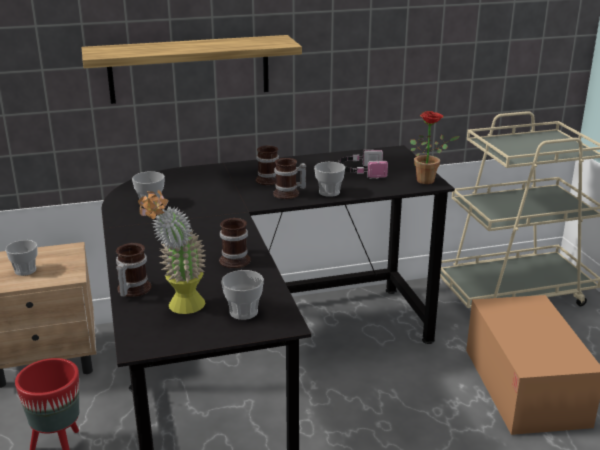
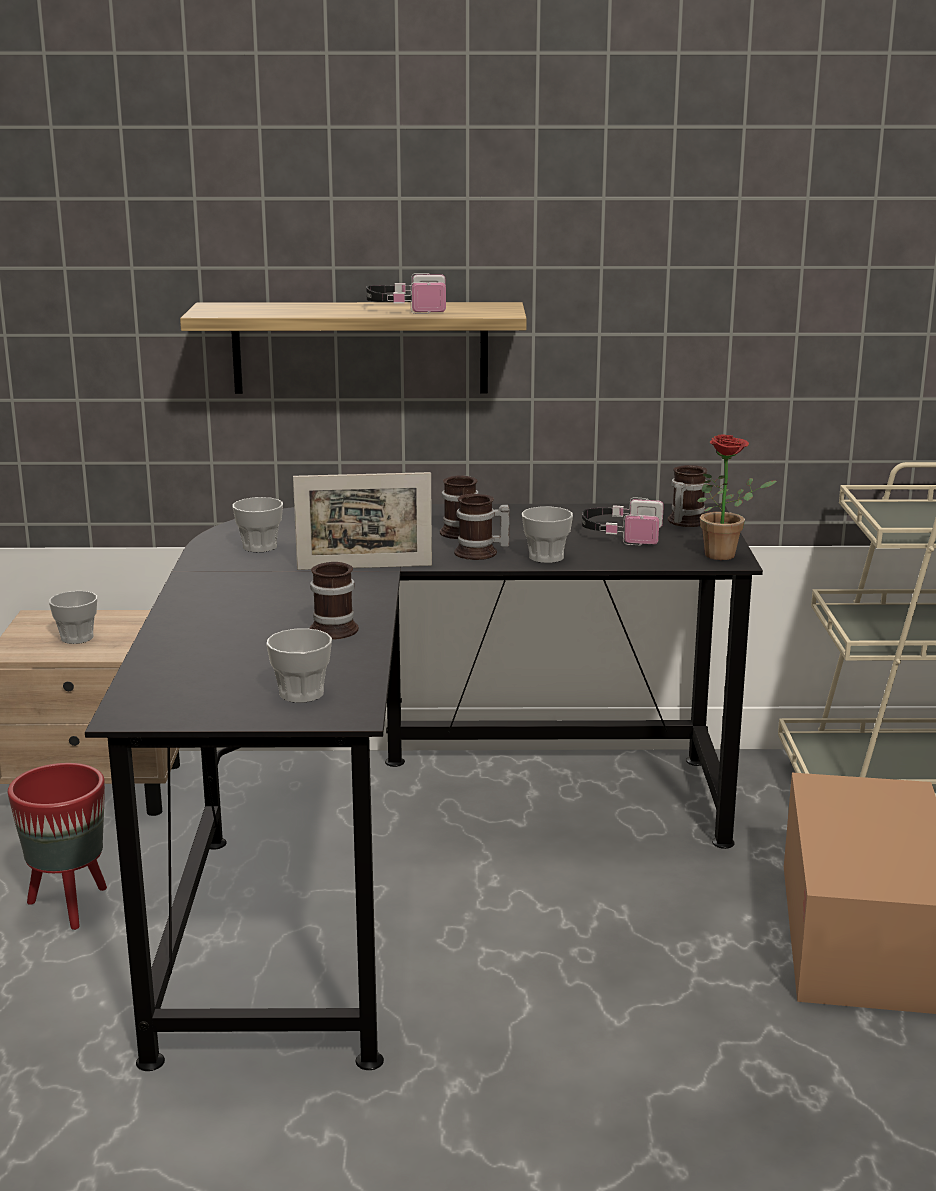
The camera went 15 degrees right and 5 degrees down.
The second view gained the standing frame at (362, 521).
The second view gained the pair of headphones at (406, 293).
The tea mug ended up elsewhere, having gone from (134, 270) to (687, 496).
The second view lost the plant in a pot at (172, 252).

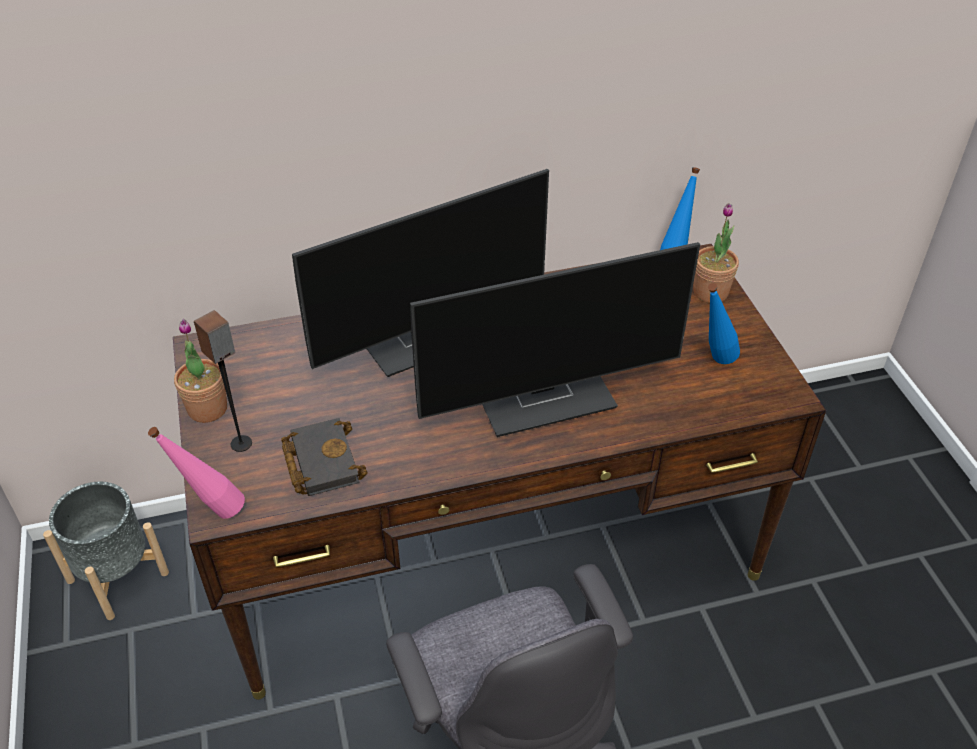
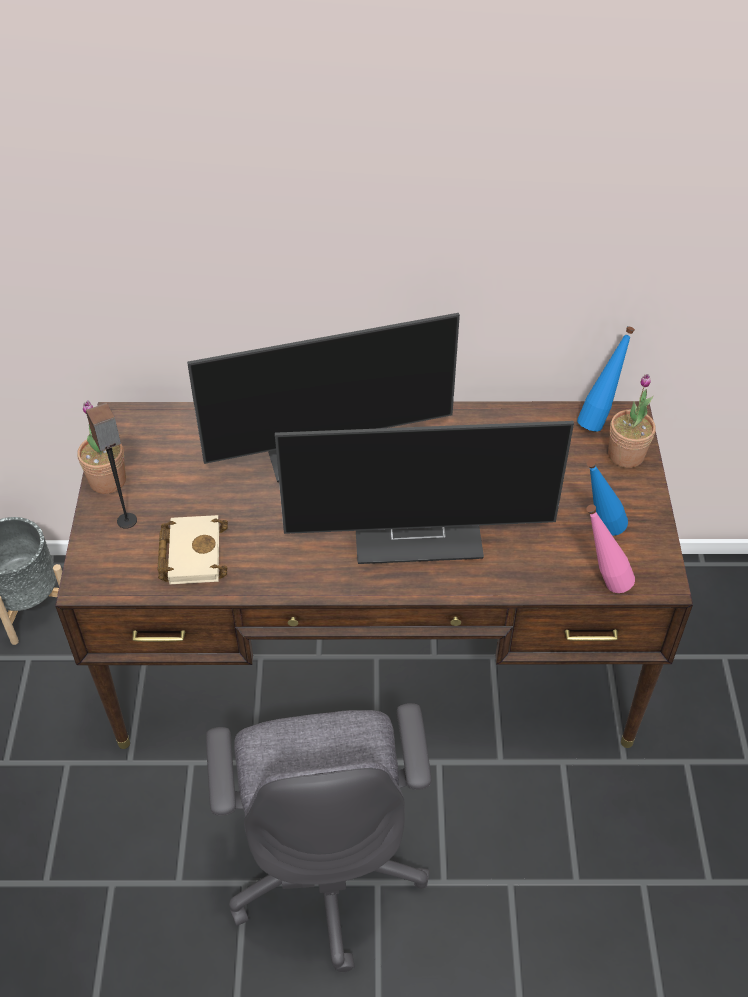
The camera went 15 degrees right and 5 degrees up.
What was the black book at (324, 457) turned into the beige book at (193, 549).
The pinkish drink bottle ended up elsewhere, having gone from (196, 473) to (610, 548).

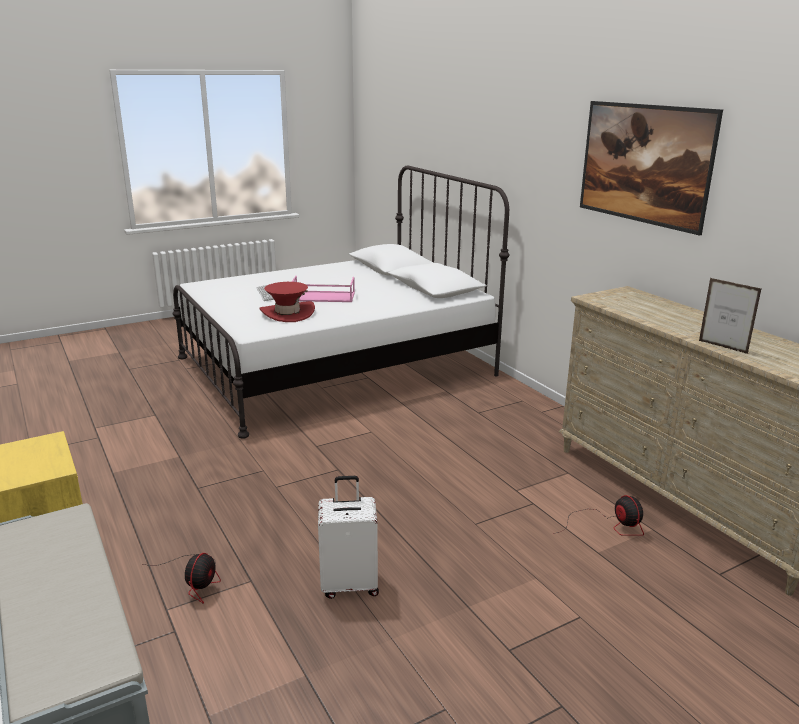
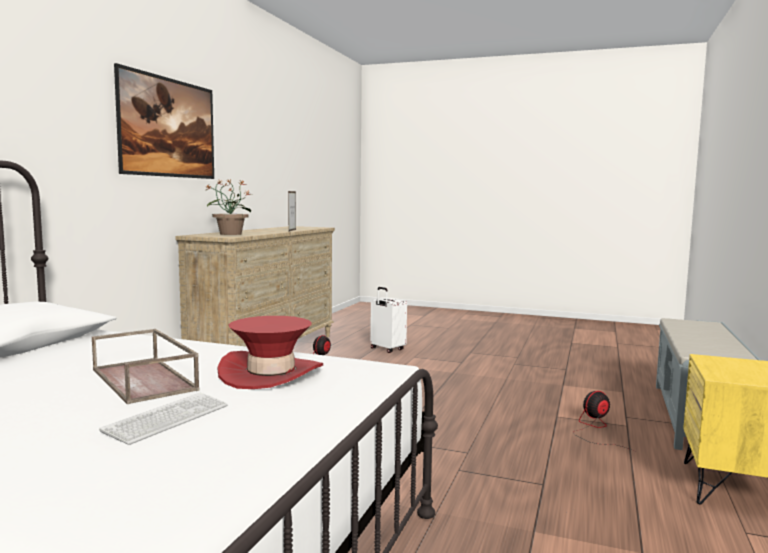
The camera went 130 degrees left and 15 degrees down.
What was the pinkish serving tray at (323, 289) turned into the brown-coloured serving tray at (146, 366).
The second view gained the plant in a pot at (228, 207).
The whitish suitcase ended up elsewhere, having gone from (348, 537) to (388, 320).

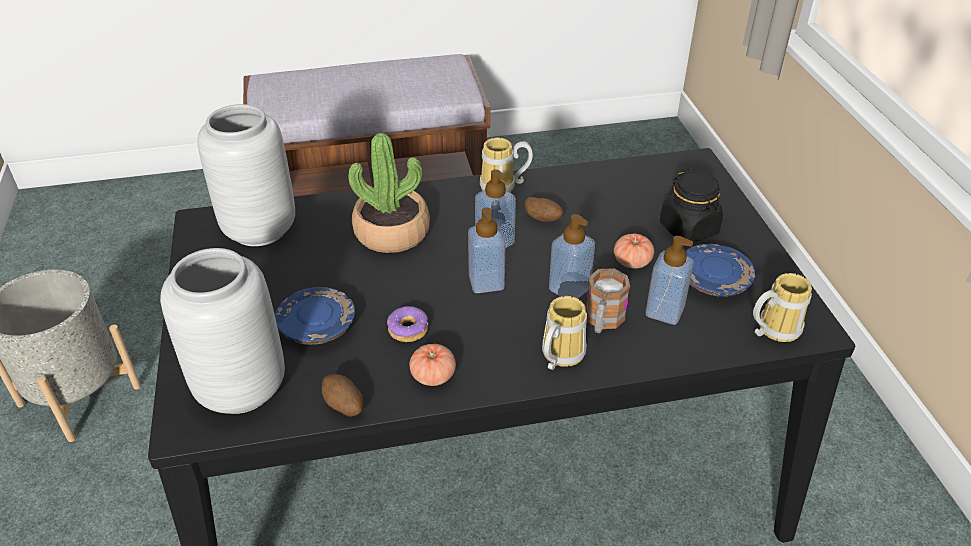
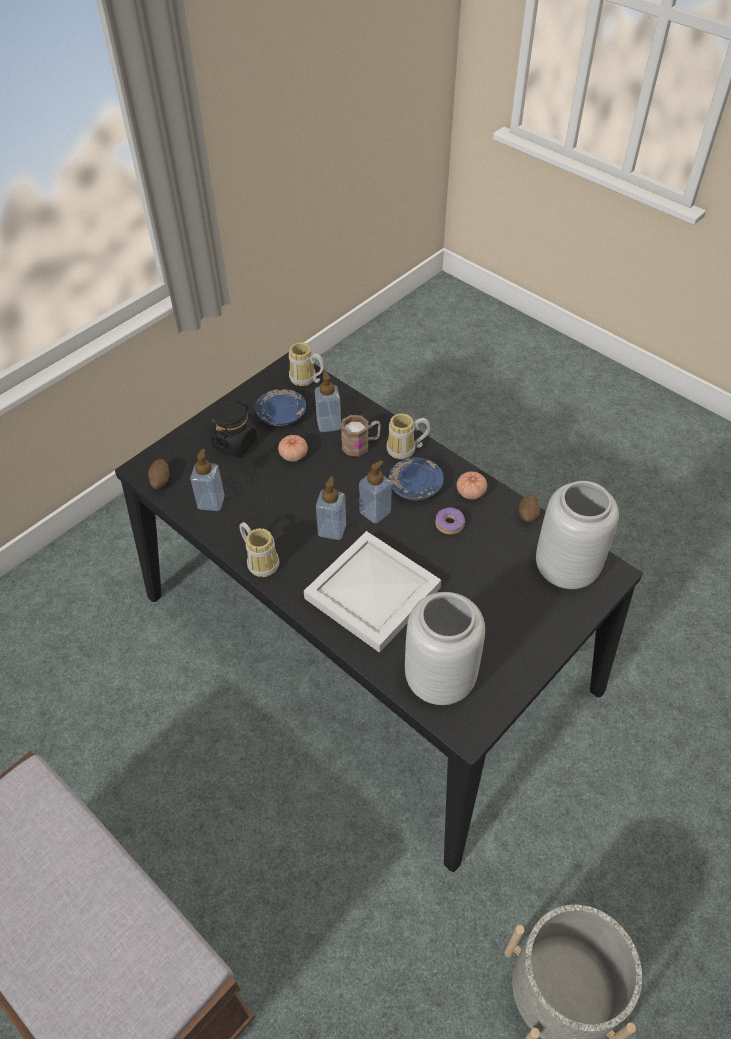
The camera went 125 degrees left and 10 degrees up.
The whole potato ended up elsewhere, having gone from (543, 209) to (158, 474).
The soap dispenser ended up elsewhere, having gone from (572, 256) to (207, 480).
Where the plant in a pot stood at (389, 193), the whitish serving tray came to stand at (372, 592).
The bluish plate ended up elsewhere, having gone from (315, 316) to (416, 478).

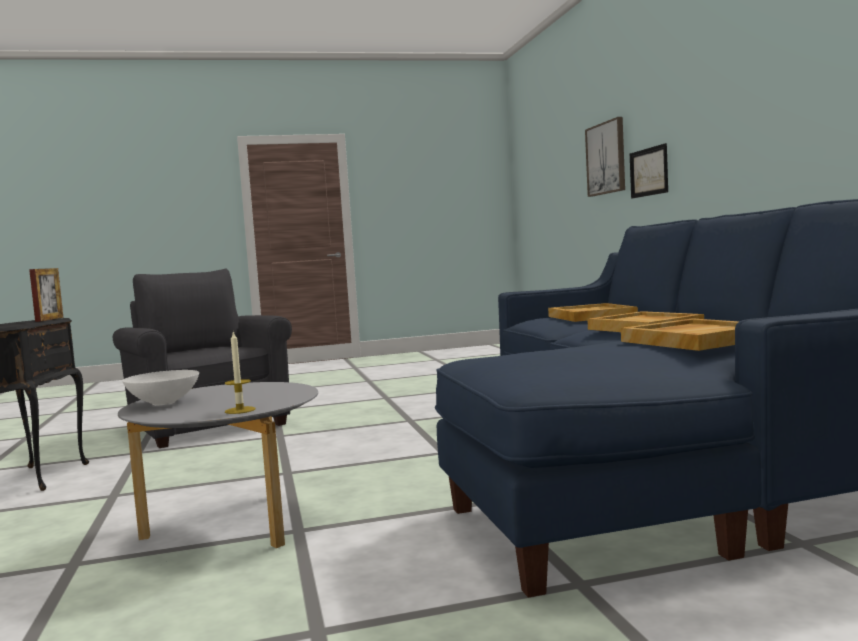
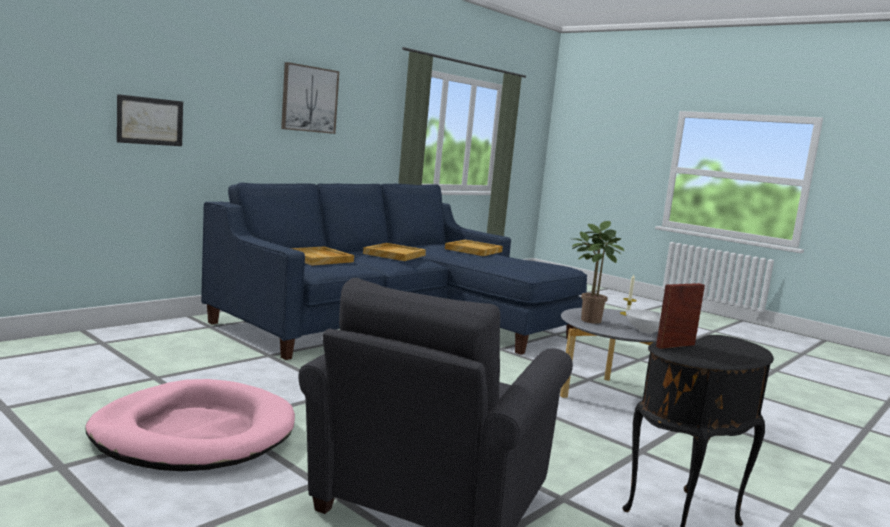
The camera went 125 degrees left and 5 degrees up.
The second view gained the pinkish pet bed at (190, 425).
The wall art ended up elsewhere, having gone from (605, 157) to (310, 98).
The second view gained the plant in a pot at (598, 272).

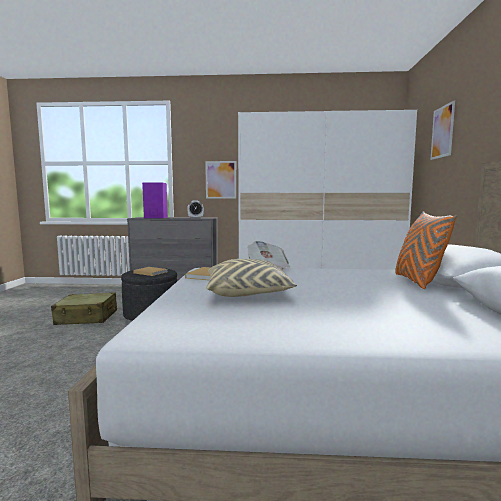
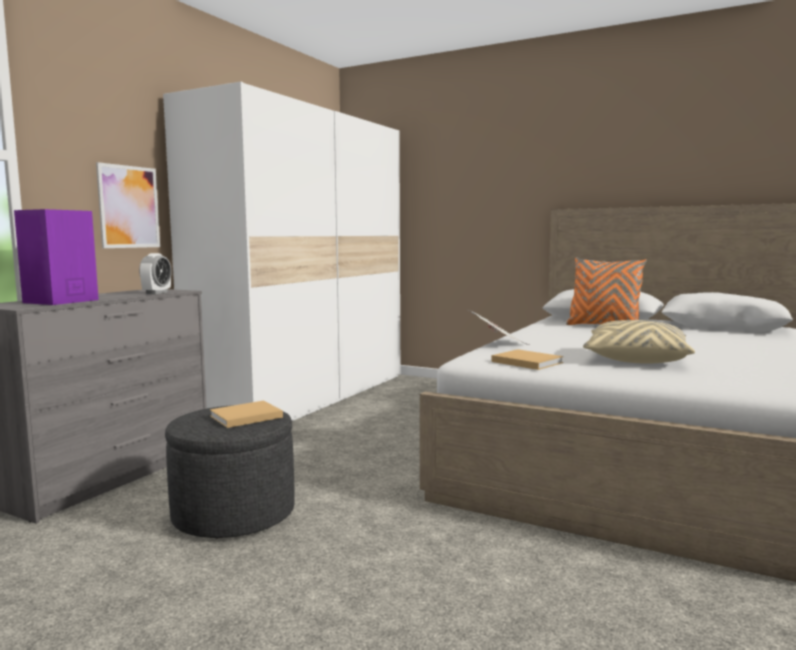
The camera went 65 degrees left and 0 degrees up.
The second view lost the beige suitcase at (84, 308).
The second view lost the wall art at (442, 130).

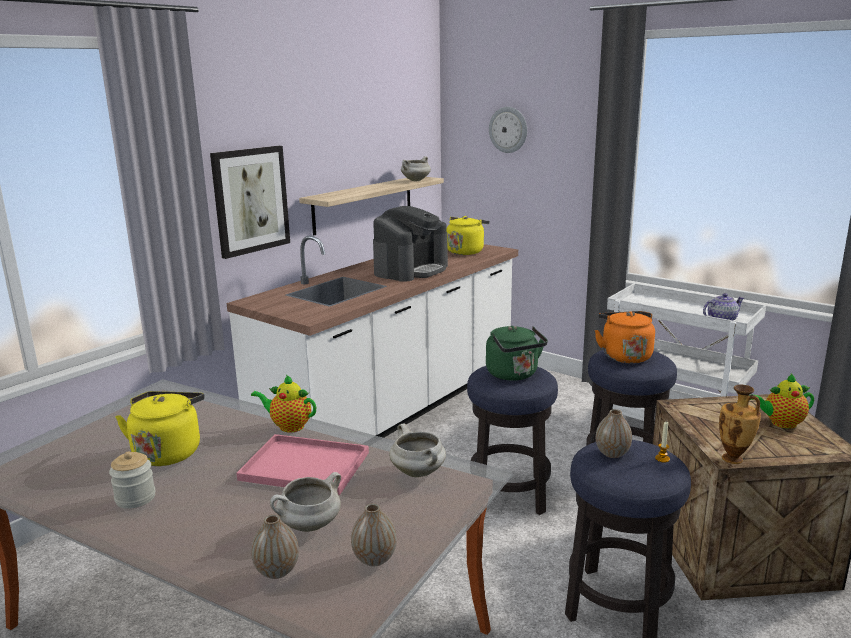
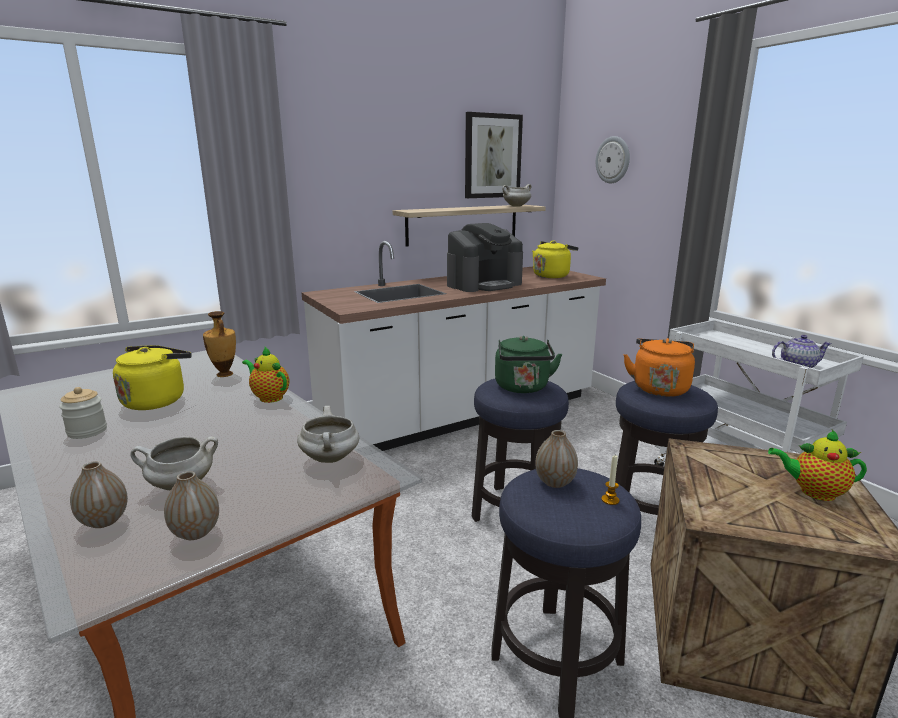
The camera went 20 degrees right and 0 degrees up.
The vase ended up elsewhere, having gone from (740, 424) to (219, 344).
The wall art ended up elsewhere, having gone from (250, 202) to (494, 155).
The second view lost the pinkish serving tray at (302, 464).

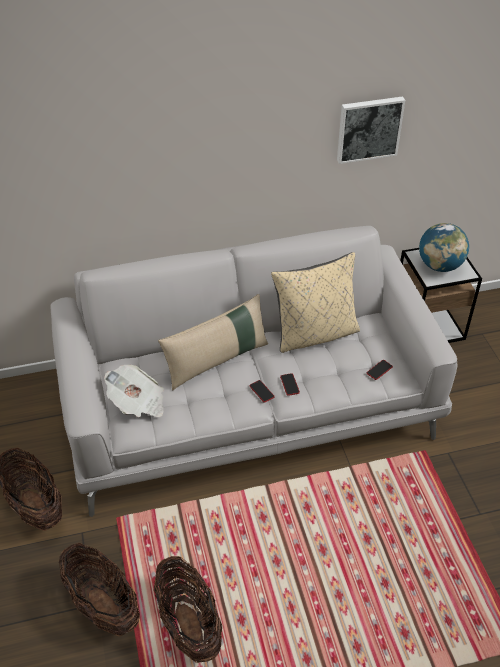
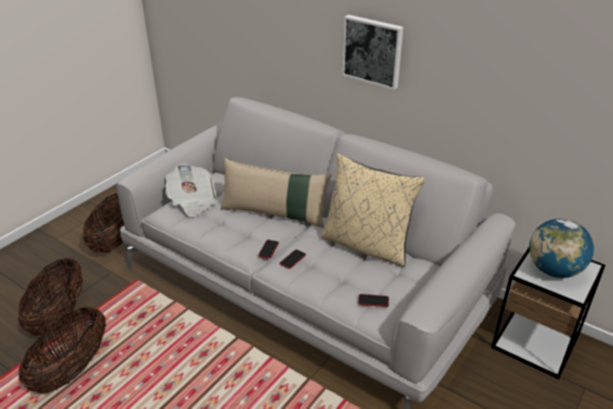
The camera went 50 degrees right and 10 degrees down.
The wall art ended up elsewhere, having gone from (371, 130) to (372, 52).

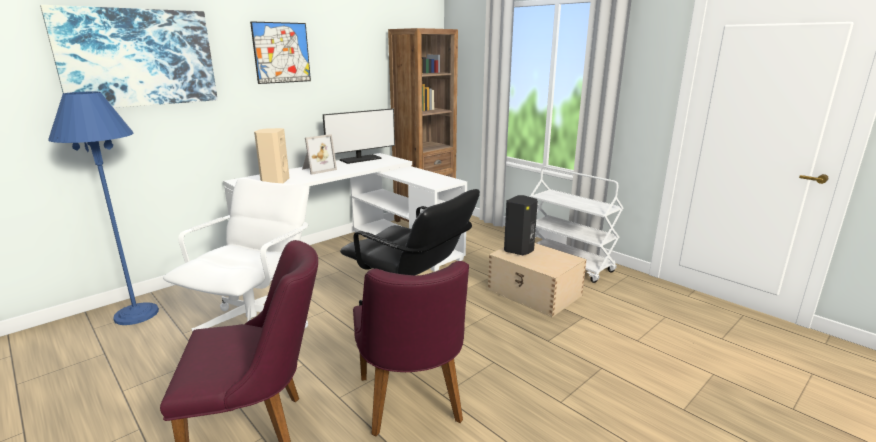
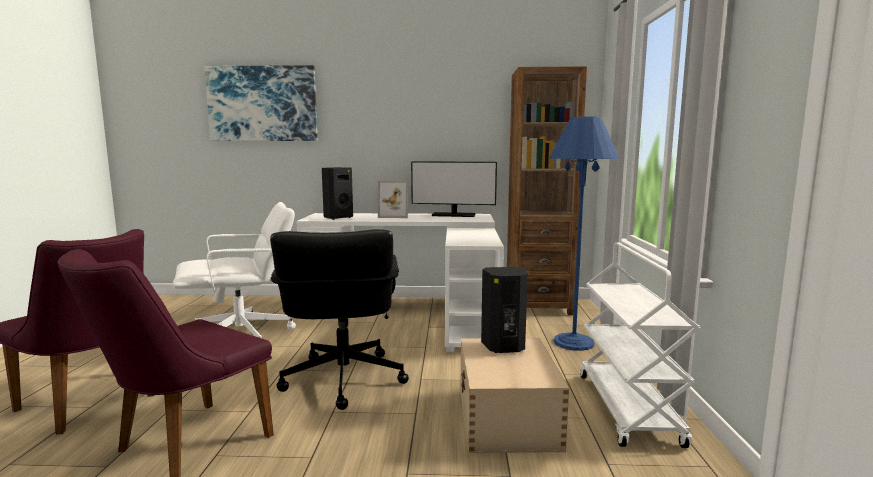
The camera went 45 degrees right and 10 degrees down.
What was the beige speaker at (271, 155) turned into the black speaker at (337, 193).
The bluish standard lamp ended up elsewhere, having gone from (103, 208) to (584, 233).
The second view lost the wall art at (280, 52).

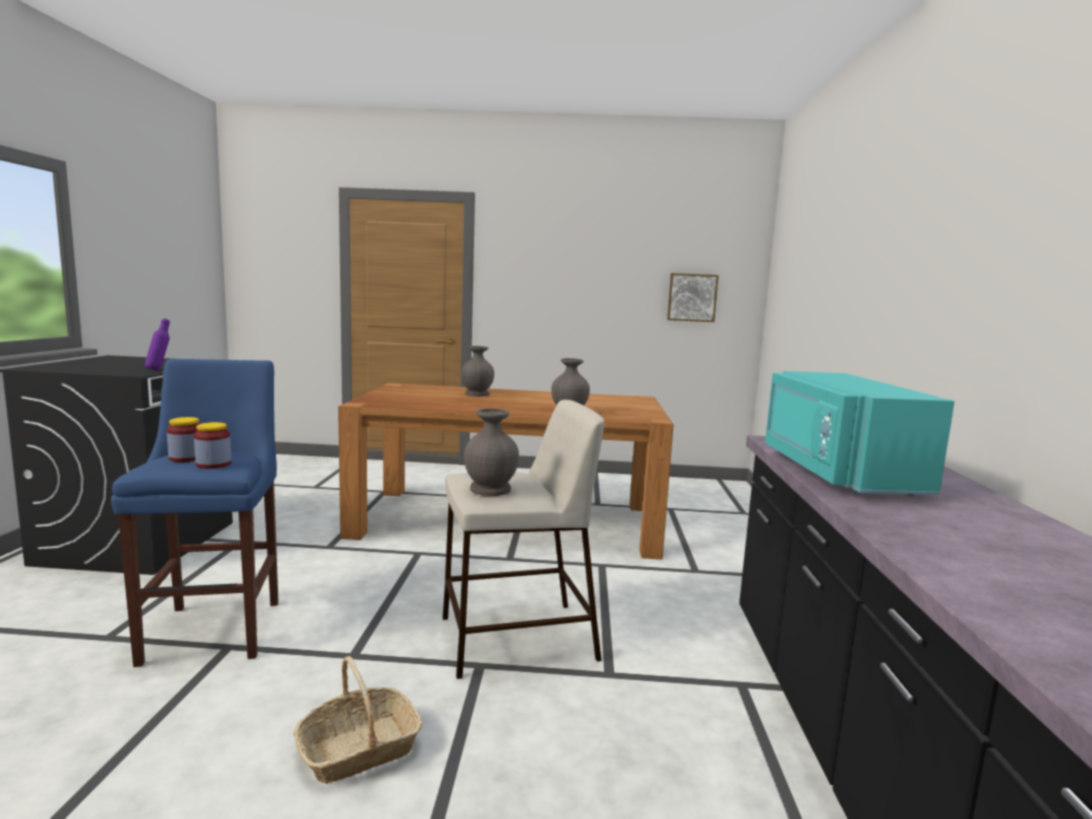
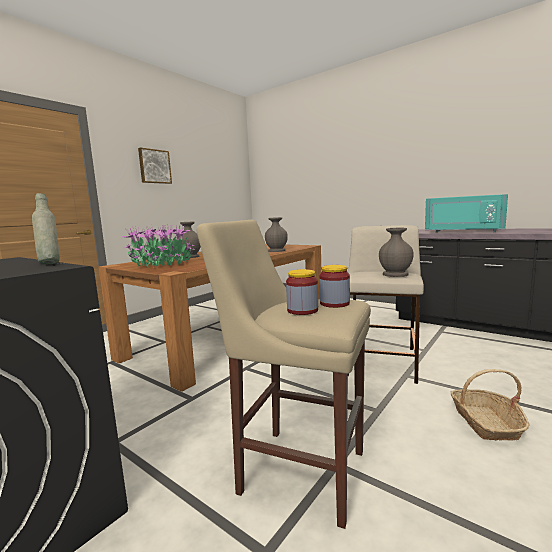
The camera went 55 degrees left and 0 degrees up.
What was the purple drink bottle at (157, 344) turned into the greyish drink bottle at (46, 228).
The second view gained the plant in a pot at (158, 246).
The wall art ended up elsewhere, having gone from (693, 297) to (155, 165).
What was the bluish stool at (195, 513) turned into the beige stool at (284, 374).

